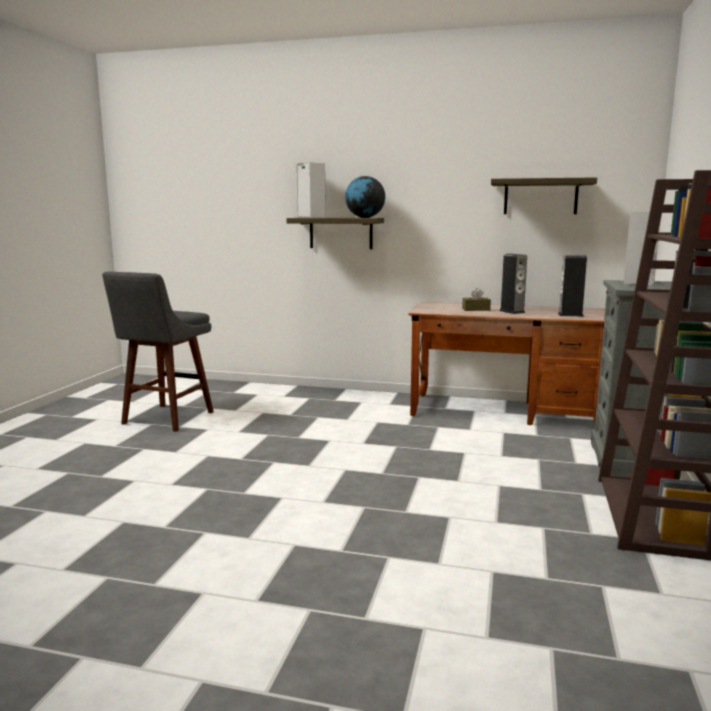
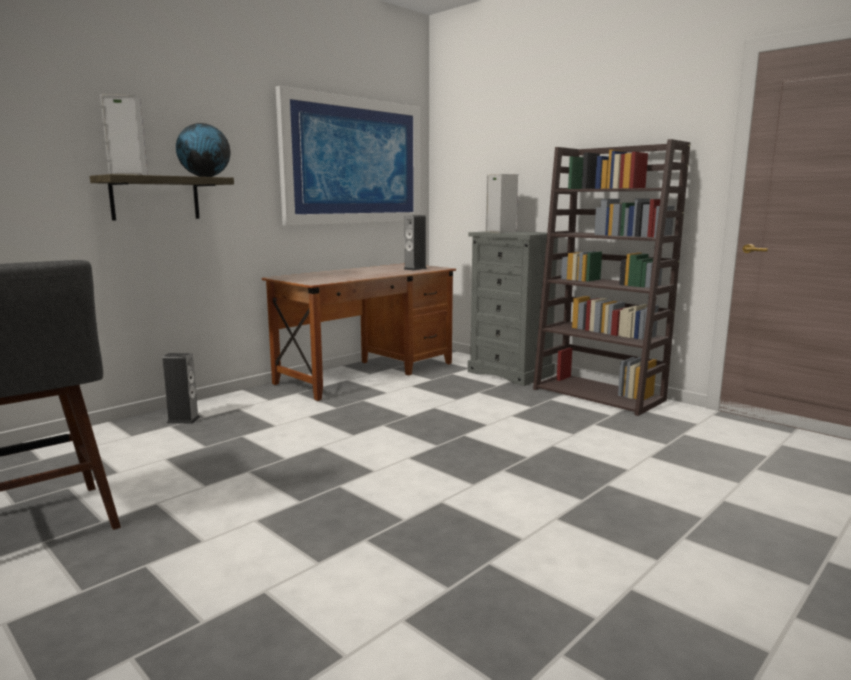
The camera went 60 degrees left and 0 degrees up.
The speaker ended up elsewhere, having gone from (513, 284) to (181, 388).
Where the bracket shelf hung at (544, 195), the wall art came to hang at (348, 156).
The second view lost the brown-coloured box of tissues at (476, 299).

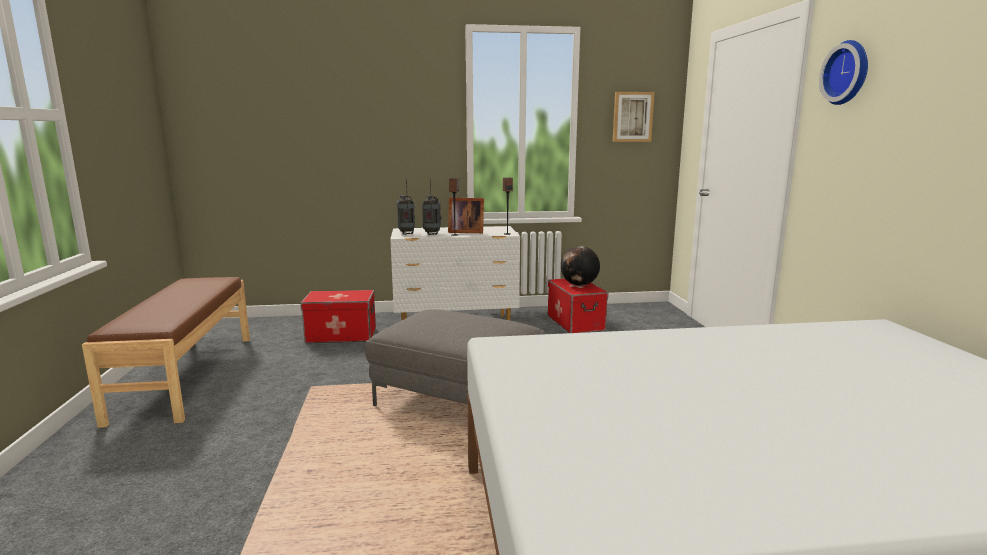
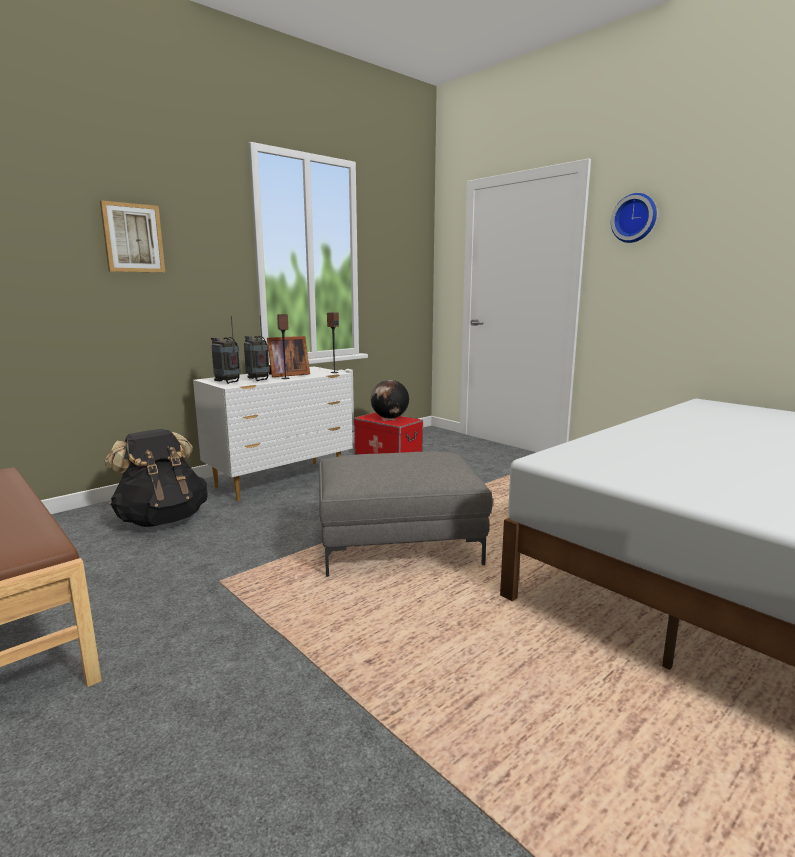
The camera went 35 degrees left and 0 degrees up.
The wall art ended up elsewhere, having gone from (634, 117) to (132, 236).
Where the storage bin stood at (338, 316), the black backpack came to stand at (156, 478).

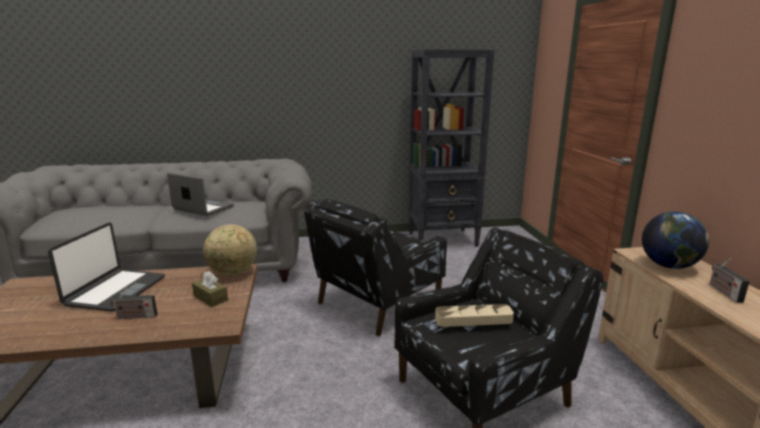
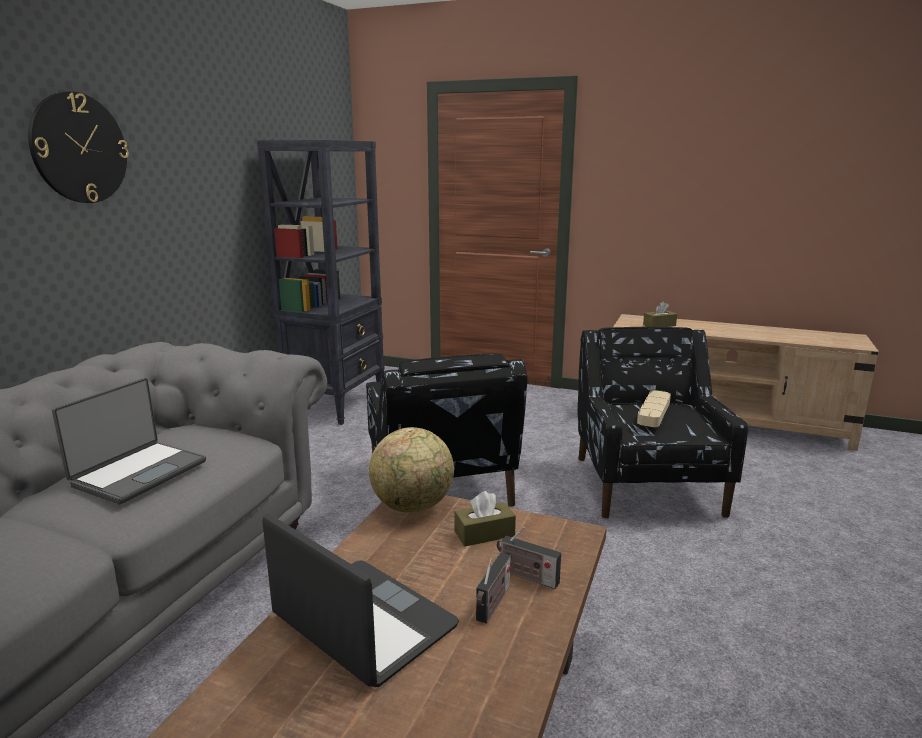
The camera went 60 degrees left and 0 degrees up.
The second view gained the hanging clock at (78, 147).
The laptop at (200, 194) ended up facing another way, 150 degrees clockwise from before.
The radio ended up elsewhere, having gone from (730, 280) to (529, 558).
Where the desk globe stood at (675, 240), the brown-coloured box of tissues came to stand at (660, 314).

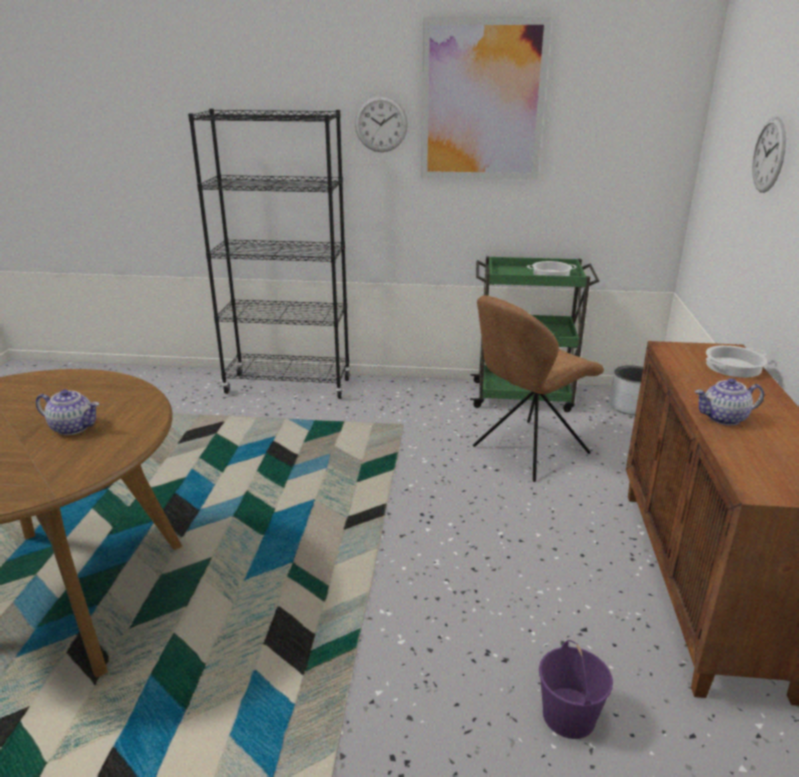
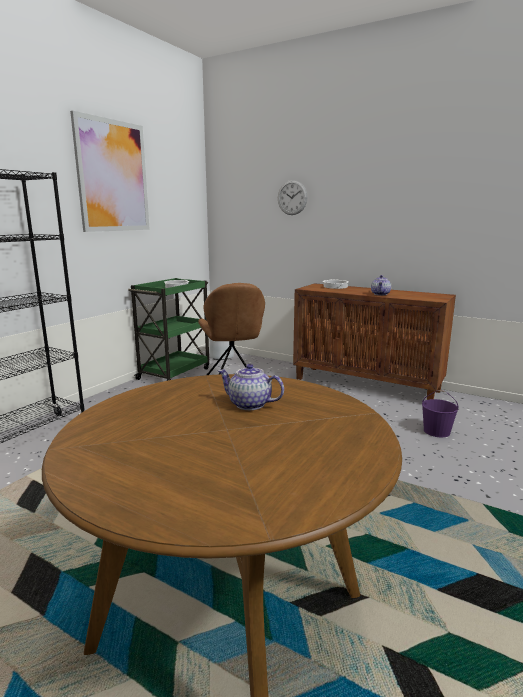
The camera went 65 degrees left and 10 degrees down.
The pot for tea at (67, 412) ended up facing another way, 105 degrees counterclockwise from before.
The second view lost the hanging clock at (381, 123).

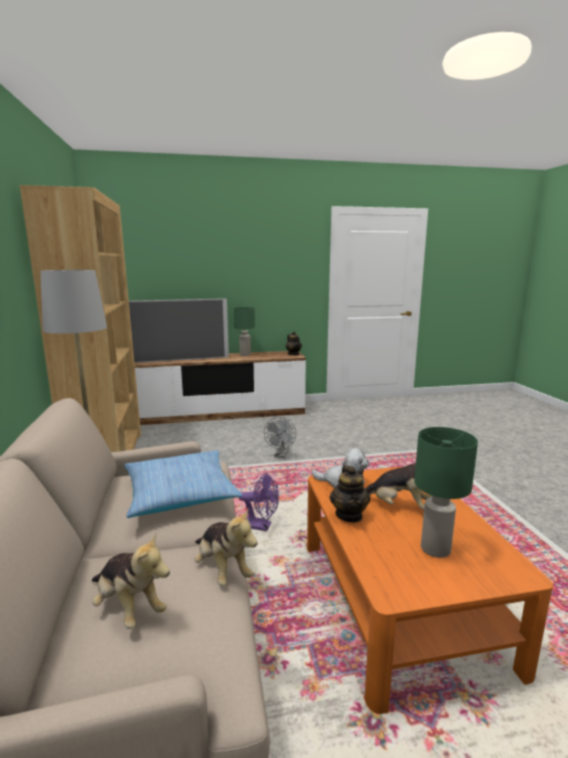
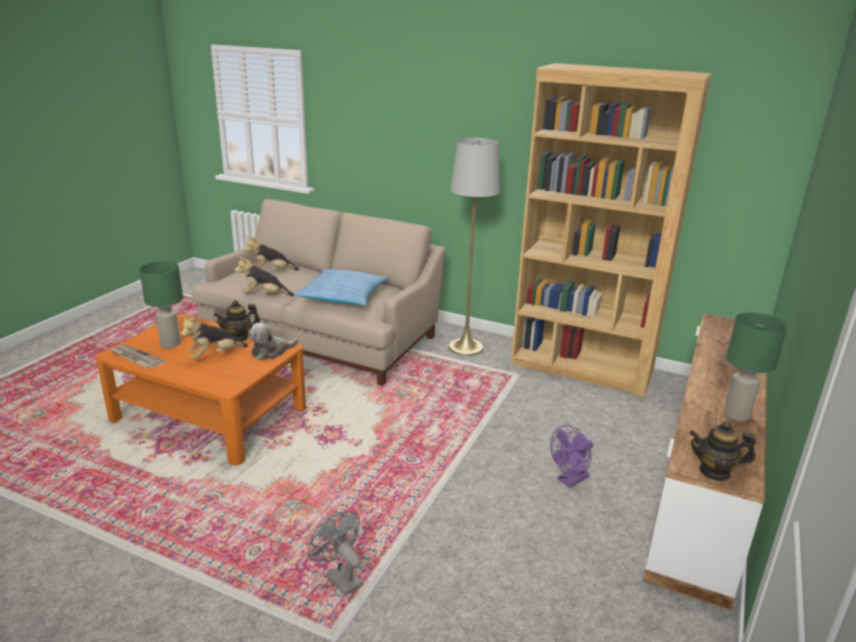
The camera went 125 degrees right and 10 degrees up.
The second view gained the newspaper at (137, 356).
The pot for tea at (350, 494) ended up facing another way, 60 degrees counterclockwise from before.
The greyish cooling fan ended up elsewhere, having gone from (280, 437) to (335, 554).
The purple cooling fan ended up elsewhere, having gone from (259, 502) to (571, 456).
The second view lost the television at (179, 330).

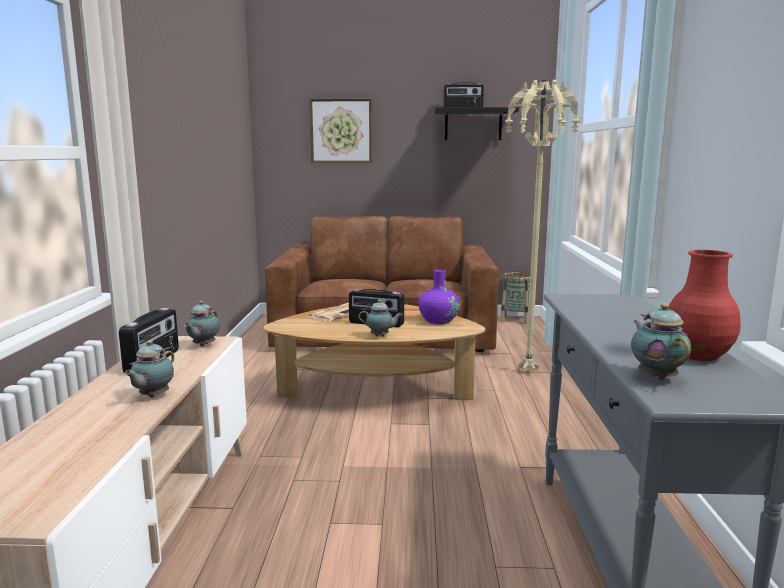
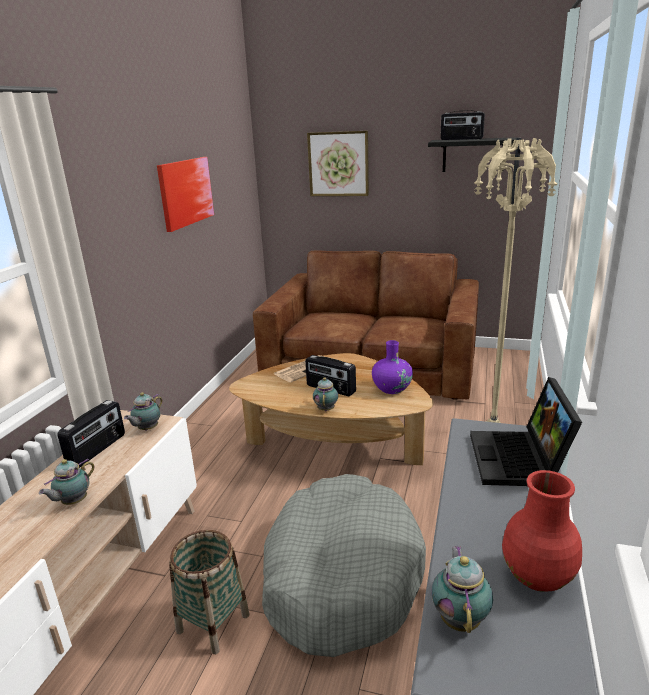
The camera went 15 degrees right and 10 degrees up.
The second view gained the wall art at (185, 194).
The basket ended up elsewhere, having gone from (515, 297) to (209, 592).
The second view gained the greyish pet bed at (344, 565).
The pot for tea at (380, 318) ended up facing another way, 105 degrees counterclockwise from before.
The second view gained the laptop at (526, 431).

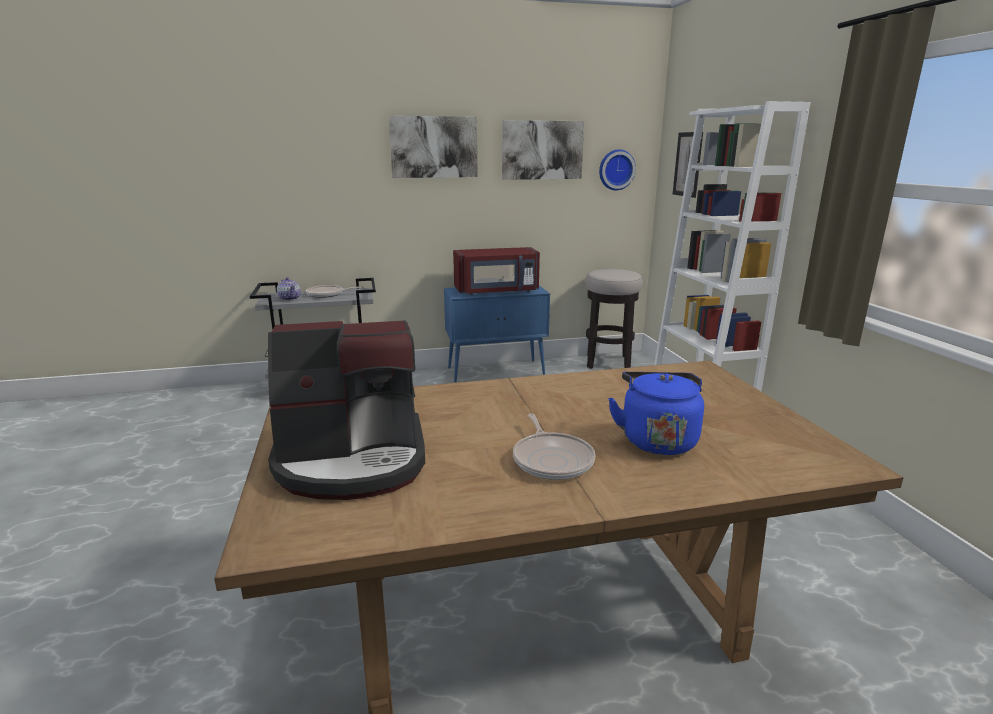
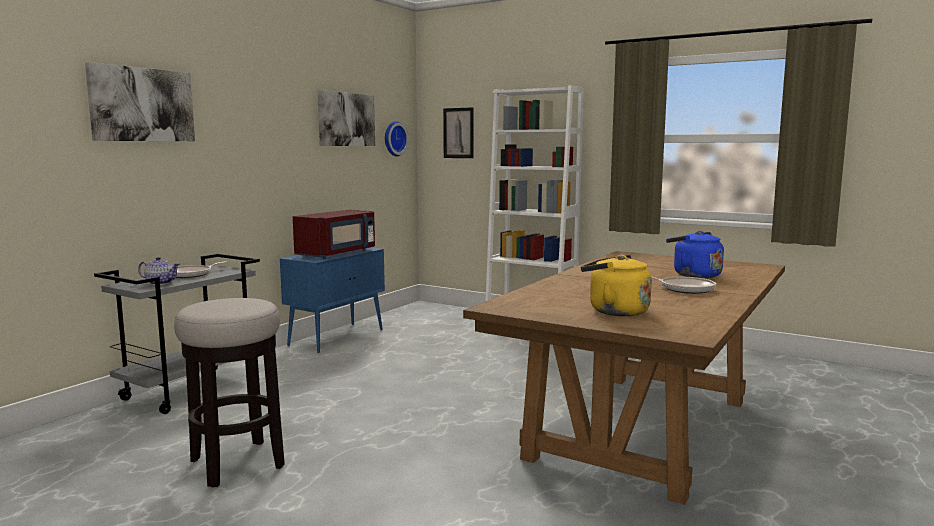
The camera went 45 degrees left and 10 degrees down.
The wall art ended up elsewhere, having gone from (433, 147) to (140, 101).
The stool ended up elsewhere, having gone from (614, 319) to (229, 392).
Where the coffee maker stood at (346, 410), the yellow-coloured tea kettle came to stand at (616, 285).

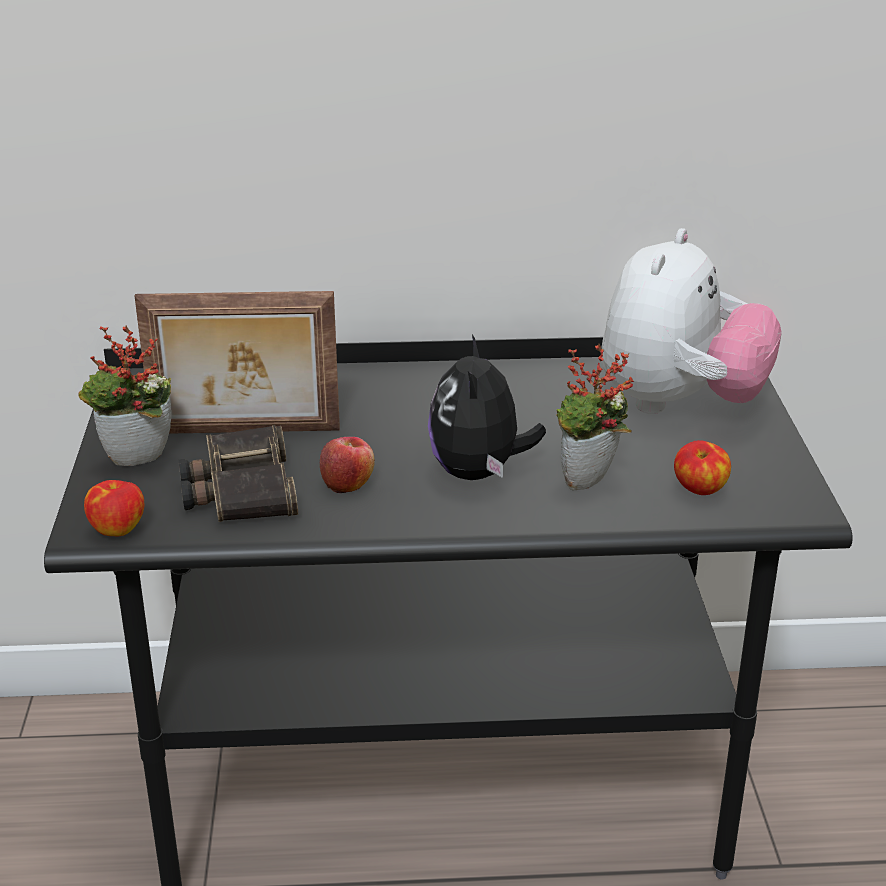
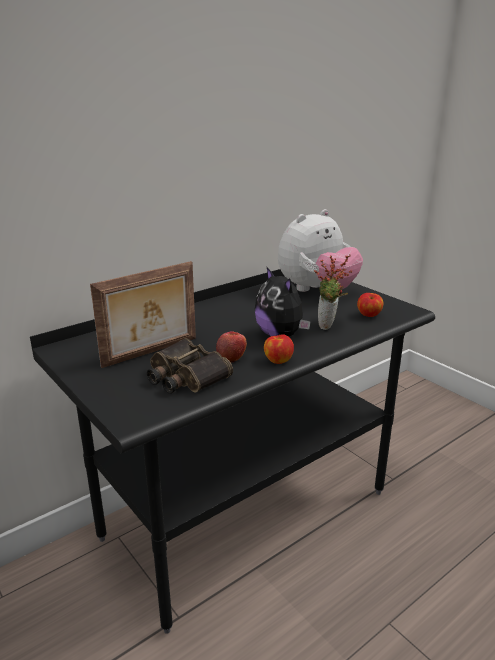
The camera went 35 degrees left and 5 degrees down.
The apple ended up elsewhere, having gone from (114, 508) to (279, 349).
The cuddly toy at (691, 321) ended up facing another way, 60 degrees clockwise from before.
The second view lost the plant in a pot at (124, 395).

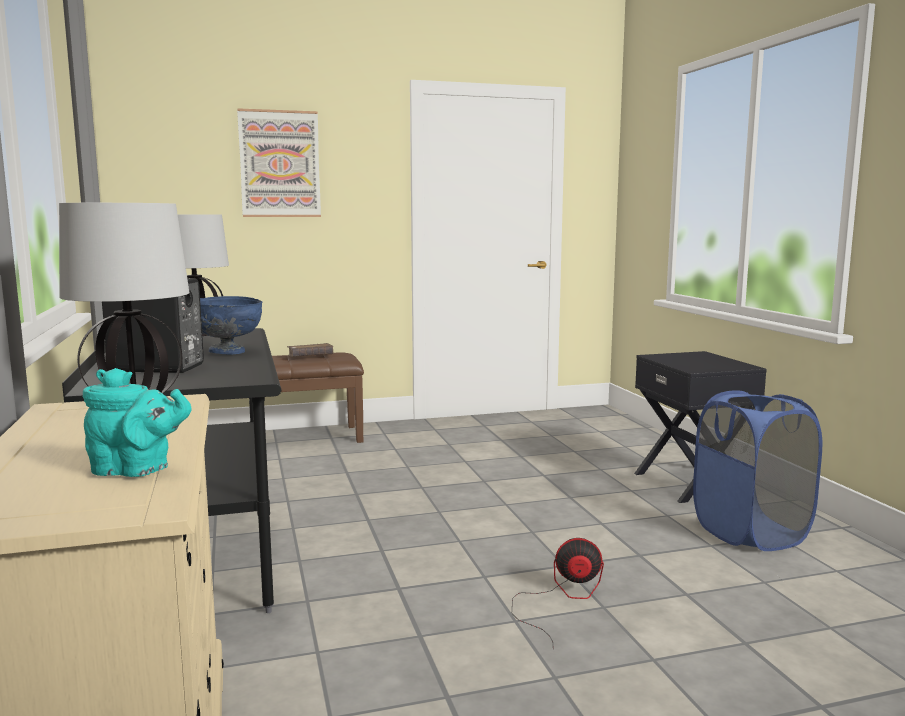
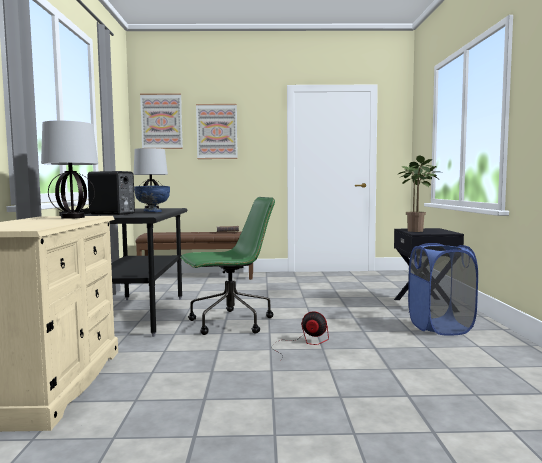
The camera went 15 degrees right and 5 degrees down.
The second view gained the wall art at (161, 121).
The second view gained the green-coloured desk chair at (227, 266).
The second view gained the plant in a pot at (418, 194).
The second view lost the turquoise pot for tea at (137, 422).

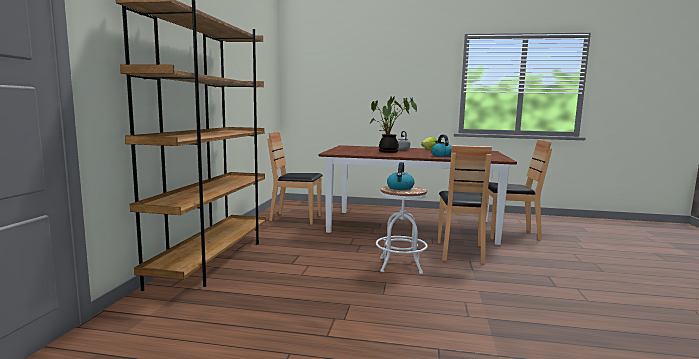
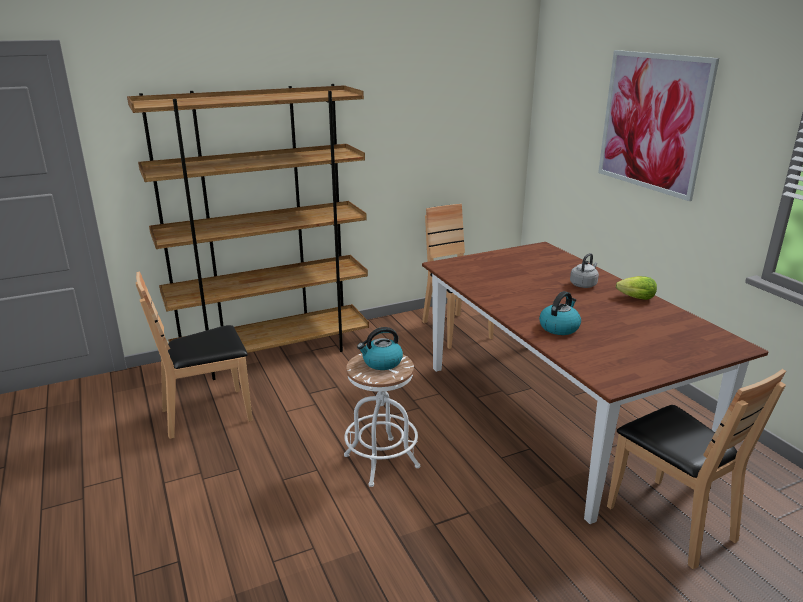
The camera went 55 degrees right and 15 degrees up.
The brown-coloured upright chair ended up elsewhere, having gone from (465, 204) to (194, 355).
The second view gained the wall art at (658, 125).
The second view lost the plant in a pot at (393, 124).

